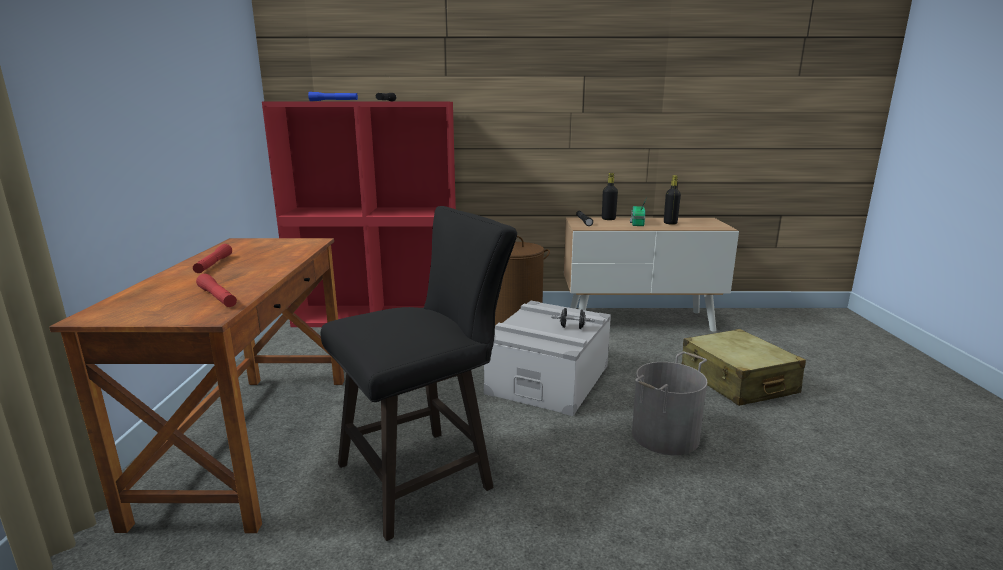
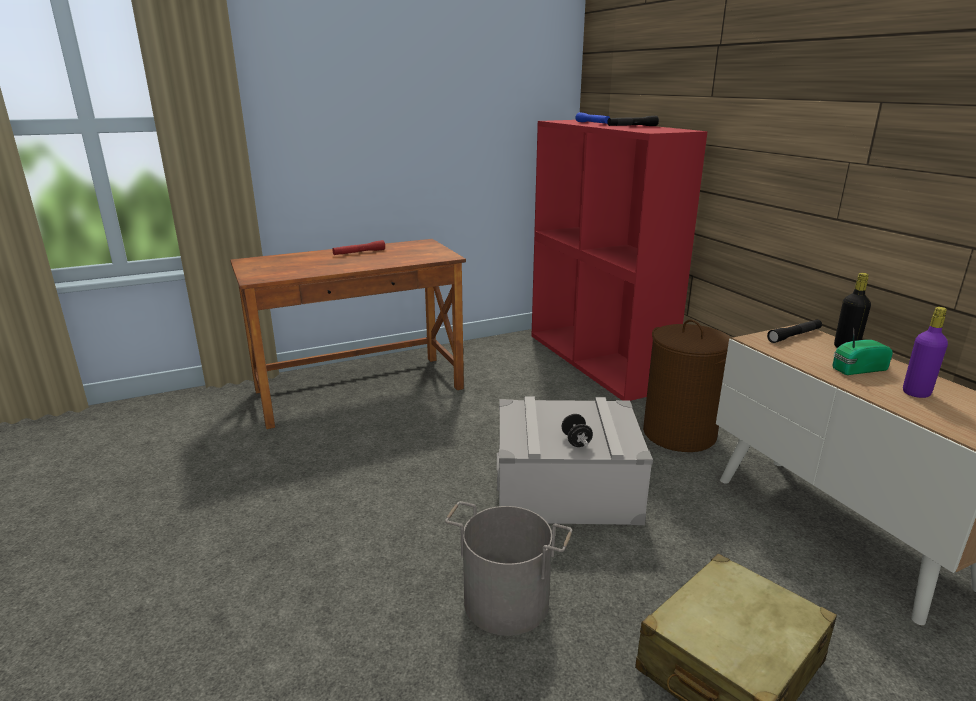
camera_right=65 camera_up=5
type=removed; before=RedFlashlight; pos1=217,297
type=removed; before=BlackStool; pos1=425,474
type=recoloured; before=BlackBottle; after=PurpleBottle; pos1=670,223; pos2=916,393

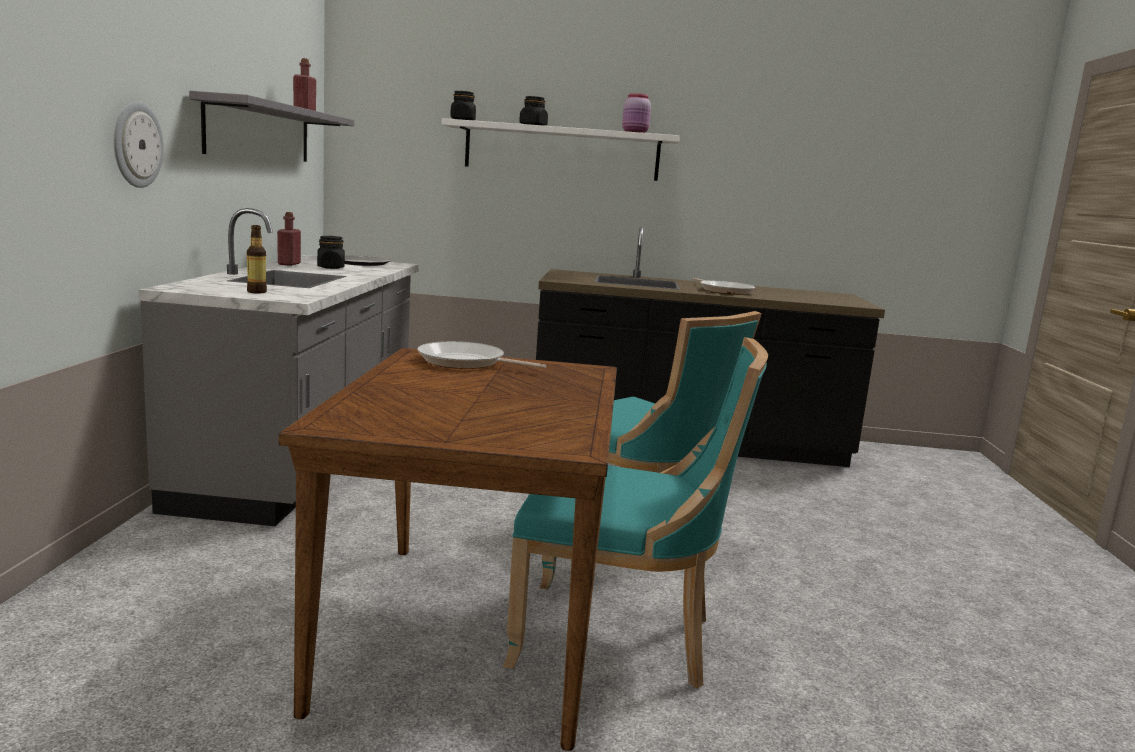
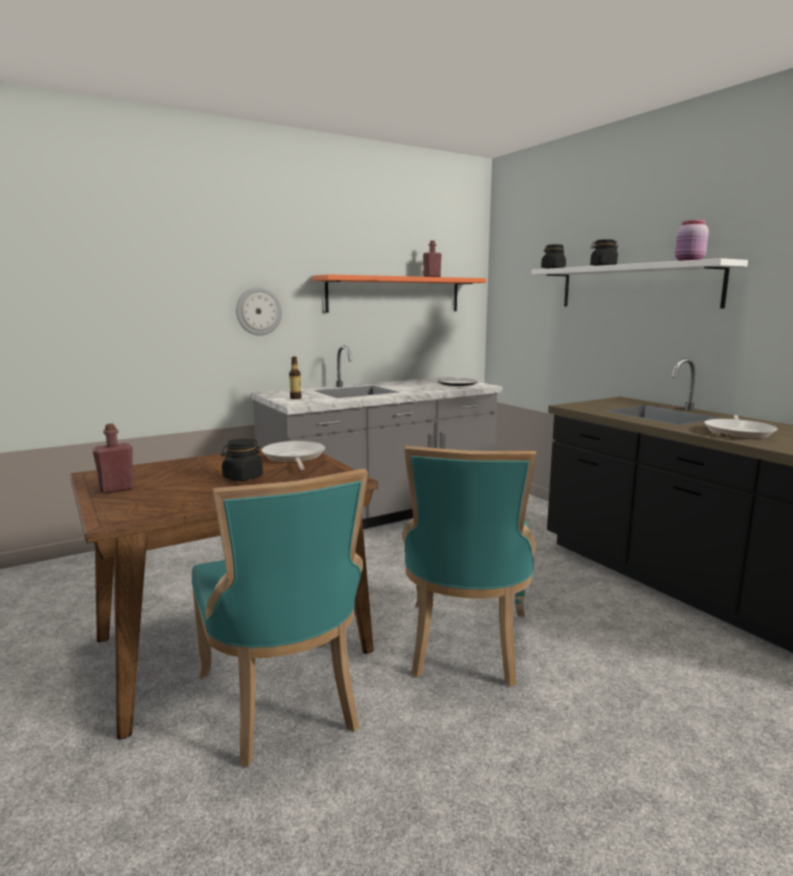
camera_right=55 camera_up=0
type=moved; before=RedBottle; pos1=289,264; pos2=117,489
type=moved; before=BlackJar; pos1=331,267; pos2=242,477
type=recoloured; before=GreyShelf; after=OrangeShelf; pos1=260,132; pos2=395,294

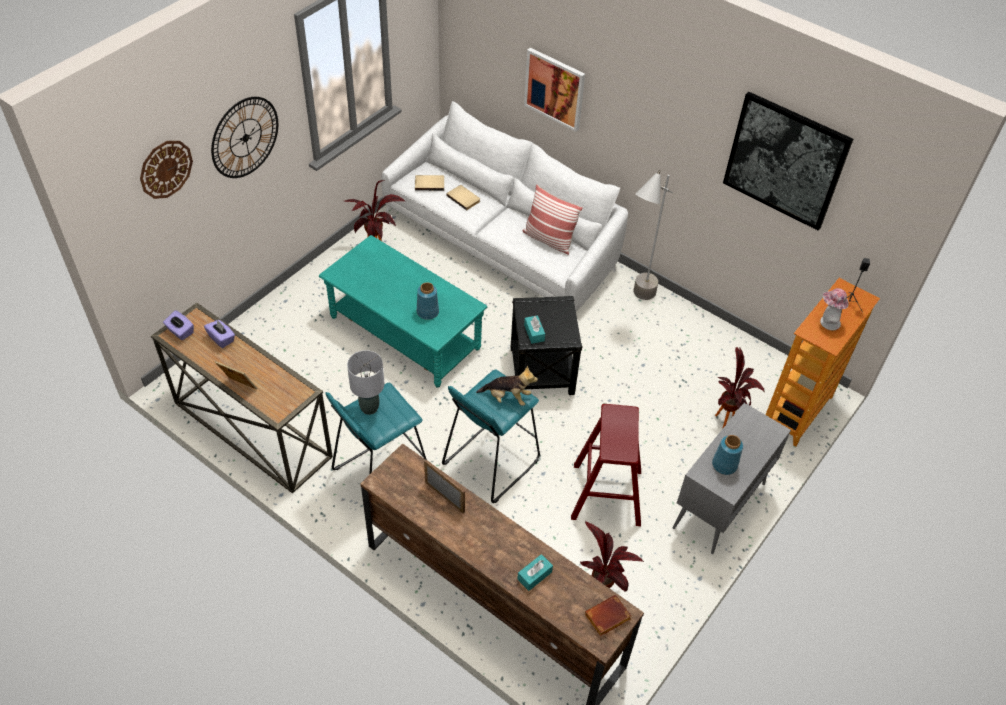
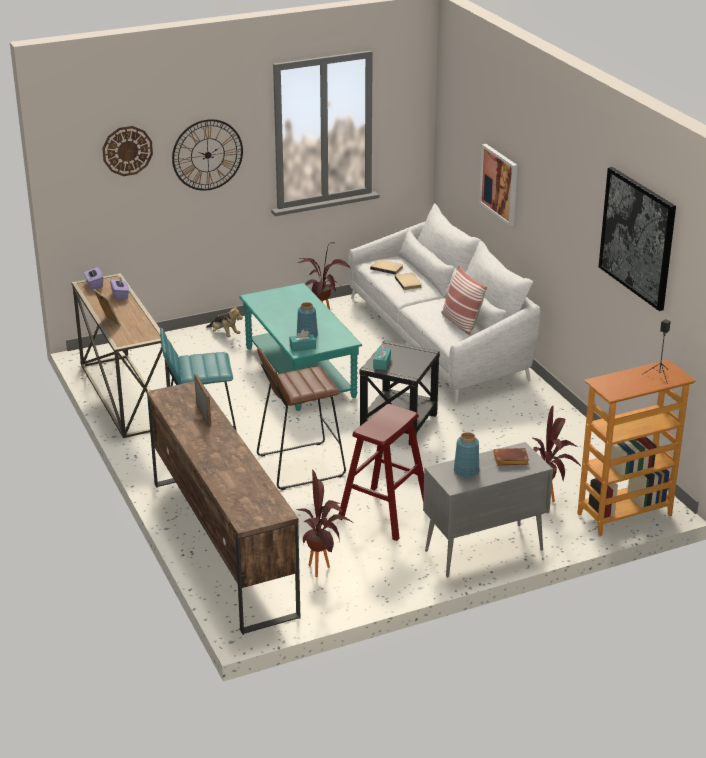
camera_right=30 camera_up=-20
type=removed; before=GreyTableLamp; pos1=369,408
type=removed; before=GreyFloorLamp; pos1=636,303
type=removed; before=Hat; pos1=827,322
type=moved; before=PlushToy; pos1=507,397; pos2=224,334
type=moved; before=TurquoiseTissueBox; pos1=534,575; pos2=302,347
type=moved; before=BrownBook; pos1=607,618; pos2=510,460
type=recoloured; before=TurquoiseStool; after=BrownStool; pos1=490,462; pos2=299,465

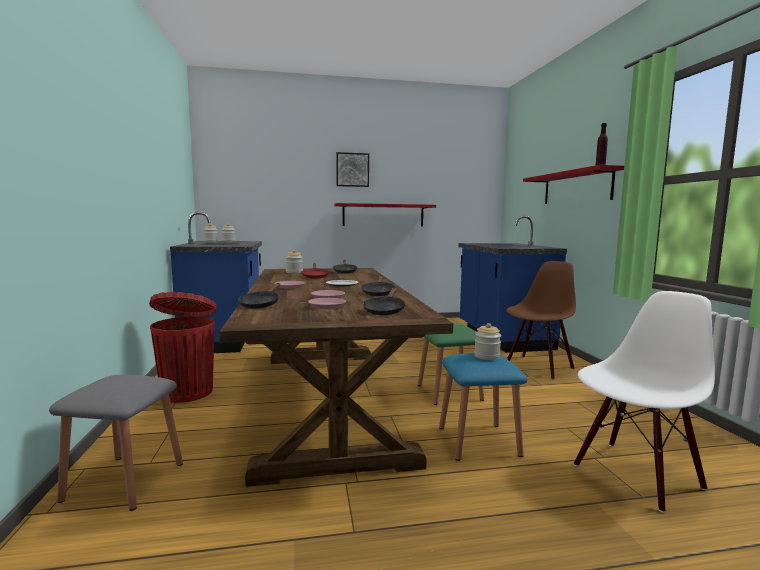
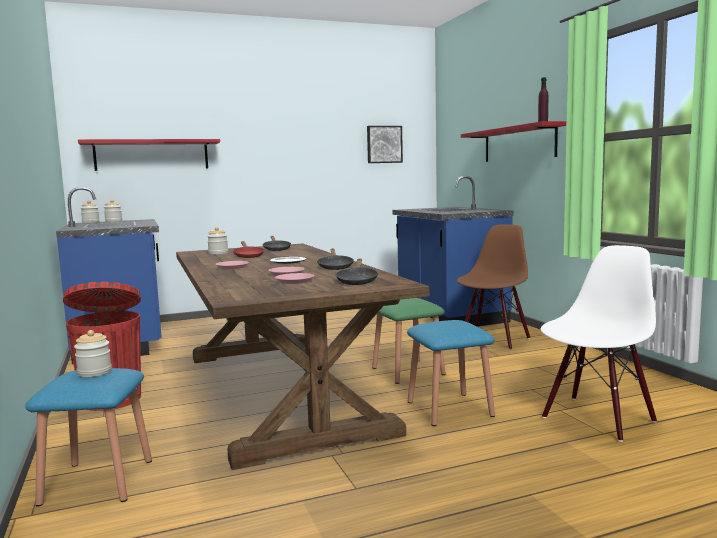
camera_right=-10 camera_up=0
type=removed; before=BlackFryingPan; pos1=261,304
type=moved; before=RedShelf; pos1=383,215; pos2=152,155
type=moved; before=Picture; pos1=352,170; pos2=384,144
type=moved; before=Jar; pos1=487,356; pos2=94,372
type=recoloured; before=GreyStool; after=BlueStool; pos1=124,481; pos2=97,481

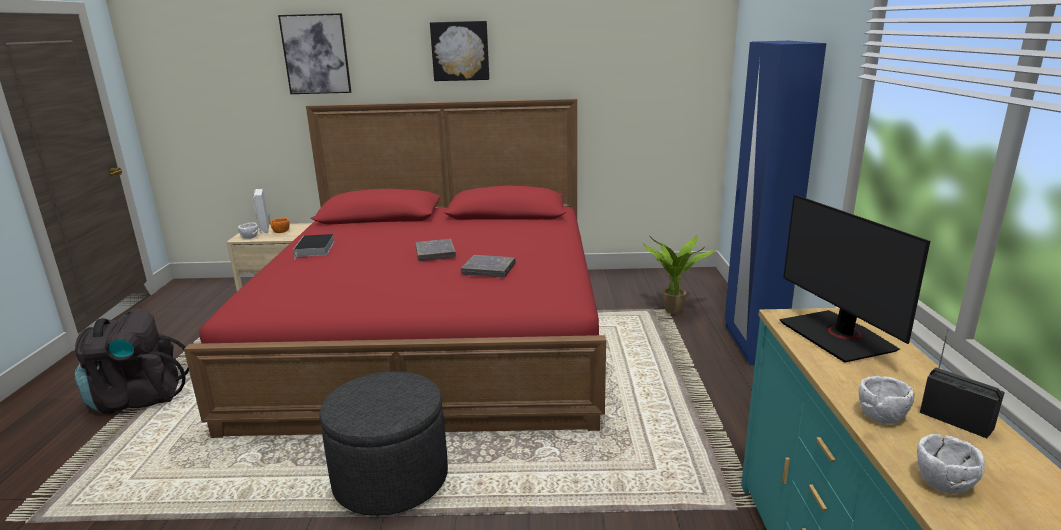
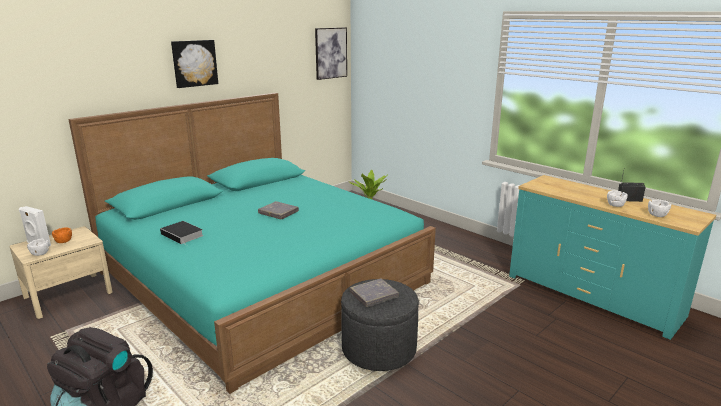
camera_right=-45 camera_up=0
type=removed; before=BlueWardrobe; pos1=751,345
type=removed; before=Monitor; pos1=837,336
type=moved; before=Picture; pos1=316,54; pos2=331,53
type=moved; before=GreyBook; pos1=488,270; pos2=374,295
type=recoloured; before=RedBed; after=TurquoiseBed; pos1=435,335; pos2=262,277

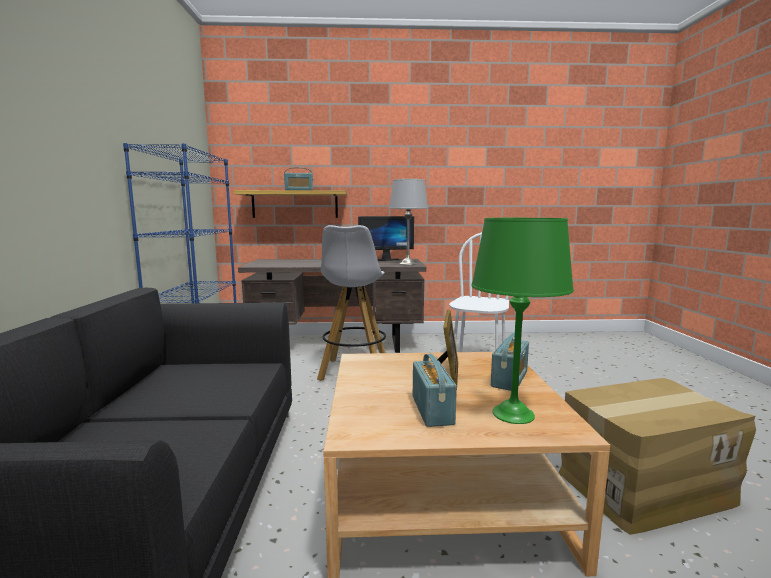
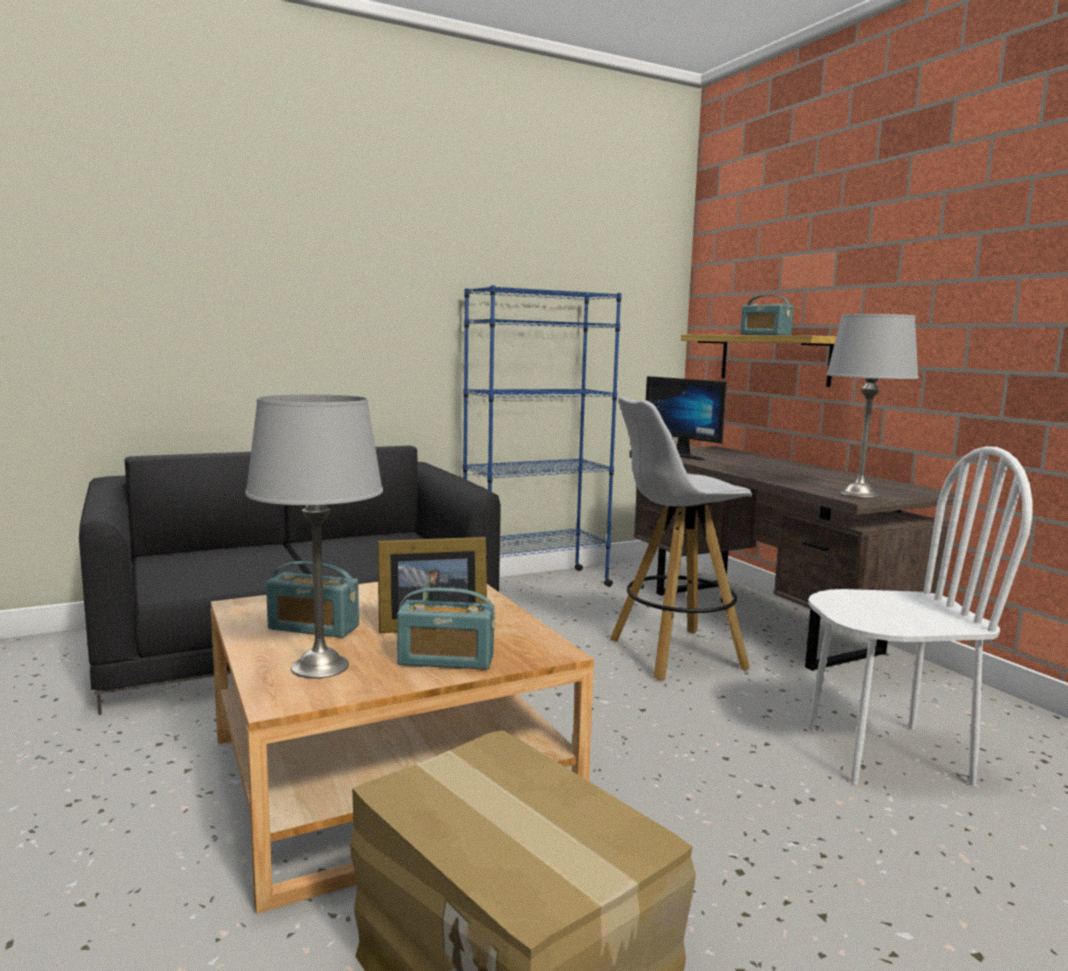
camera_right=65 camera_up=0
type=moved; before=Monitor; pos1=385,259; pos2=686,456
type=recoloured; before=GreenTableLamp; after=GreyTableLamp; pos1=512,413; pos2=321,666
type=turned; before=Radio; pos1=432,410; pos2=313,628; turn=45

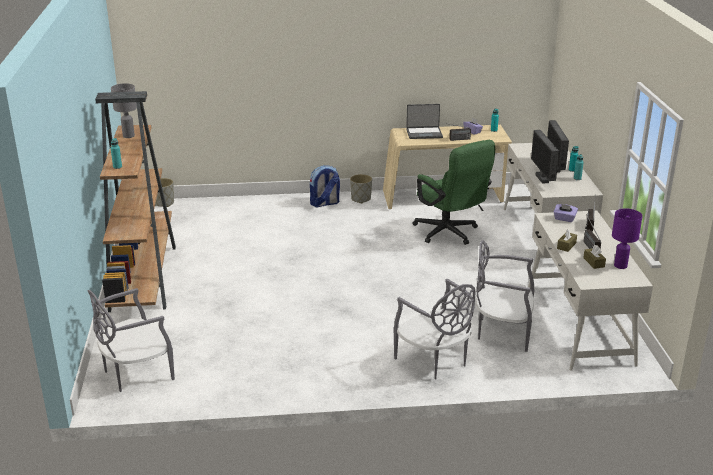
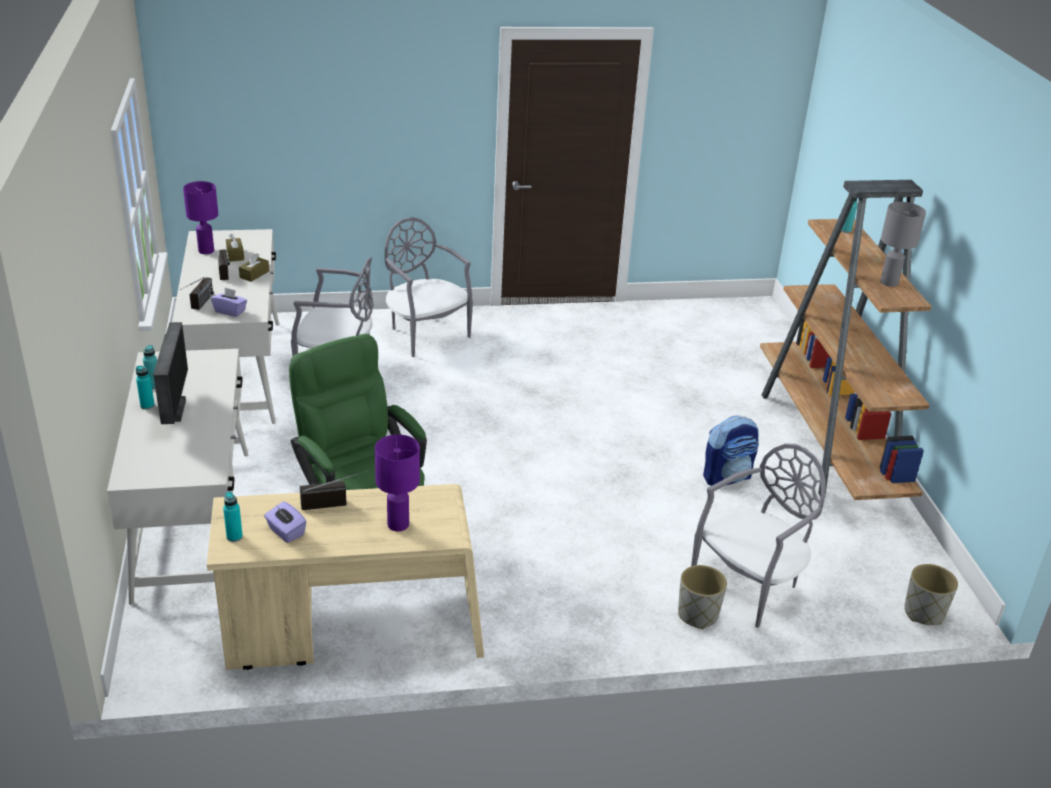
camera_right=175 camera_up=5
type=removed; before=Monitor; pos1=542,178
type=moved; before=GreyChair; pos1=135,373; pos2=750,585
type=moved; before=Backpack; pos1=324,203; pos2=727,477
type=moved; before=GreyPlanter; pos1=361,199; pos2=698,615
type=replaced; before=Laptop; after=PurpleTableLamp; pos1=424,133; pos2=397,525

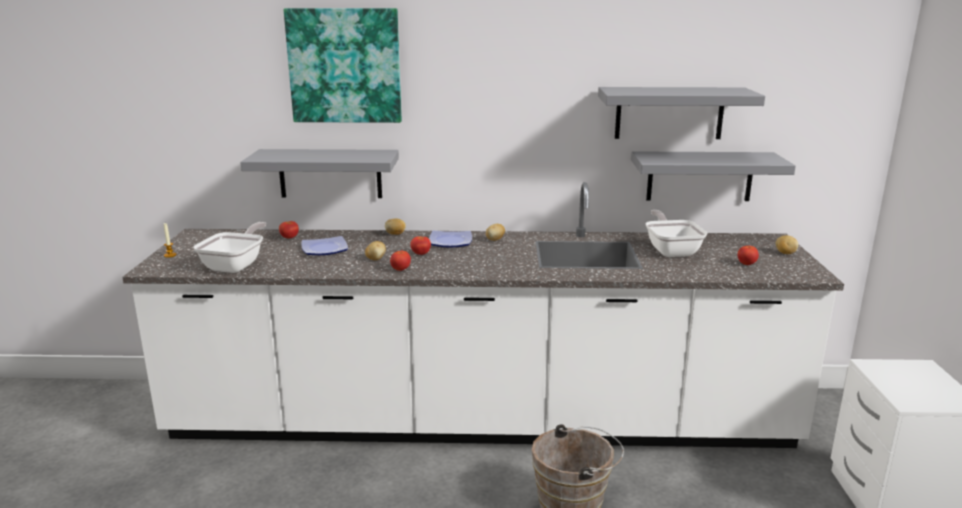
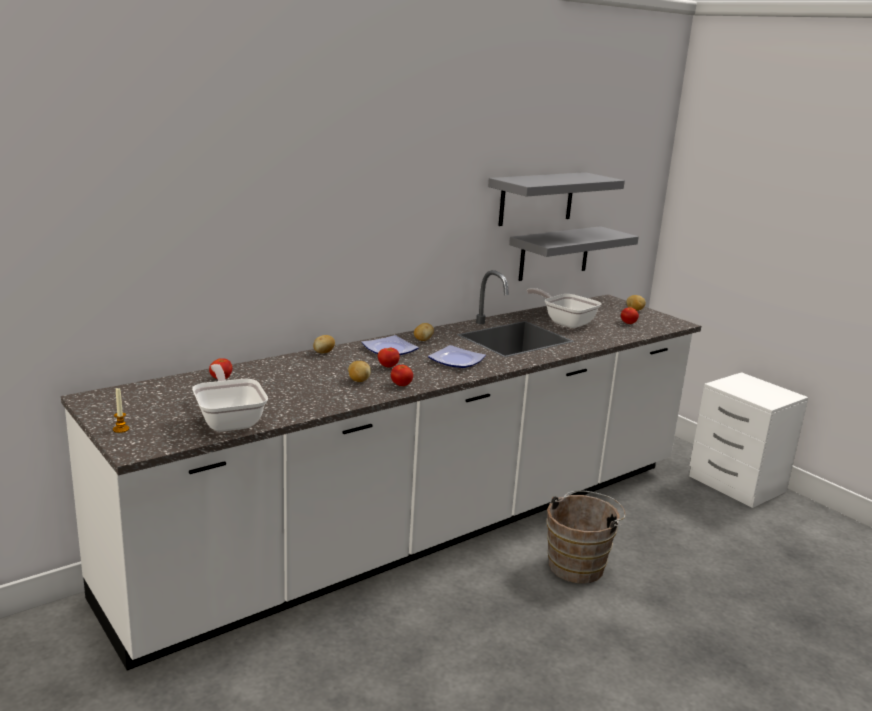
camera_right=-40 camera_up=0
type=removed; before=GreyShelf; pos1=330,173
type=removed; before=Picture; pos1=345,66
type=moved; before=Plate; pos1=325,249; pos2=456,360

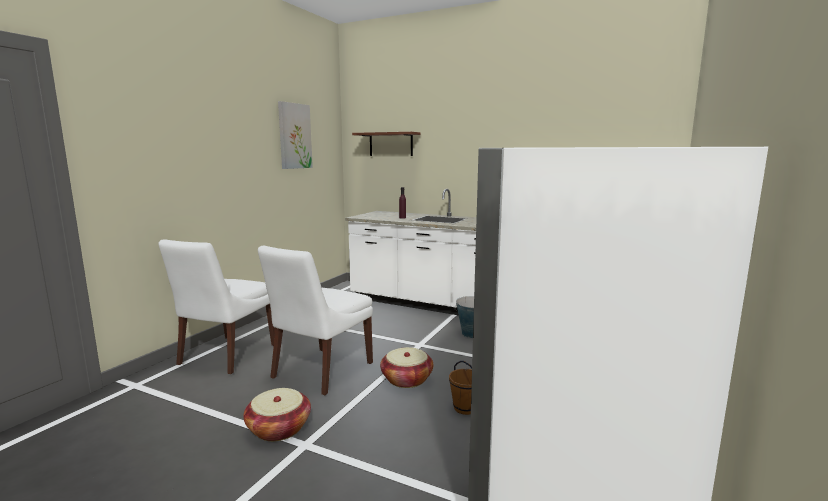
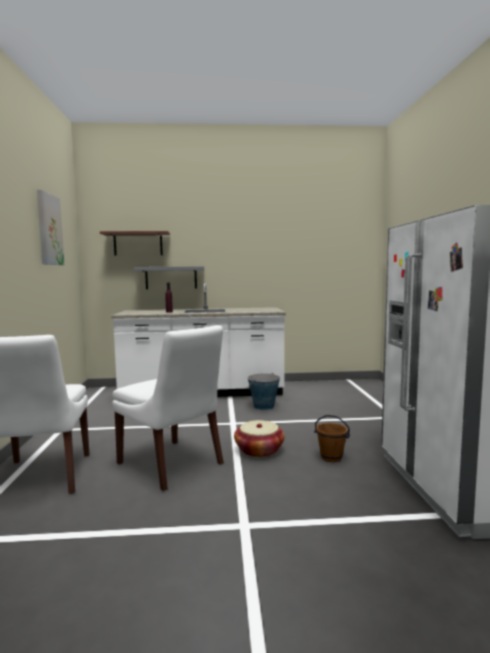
camera_right=-30 camera_up=-5
type=removed; before=Basket; pos1=279,428
type=added; after=GreyShelf; pos2=171,277
type=turned; before=WhiteChair; pos1=320,371; pos2=172,465; turn=-45

